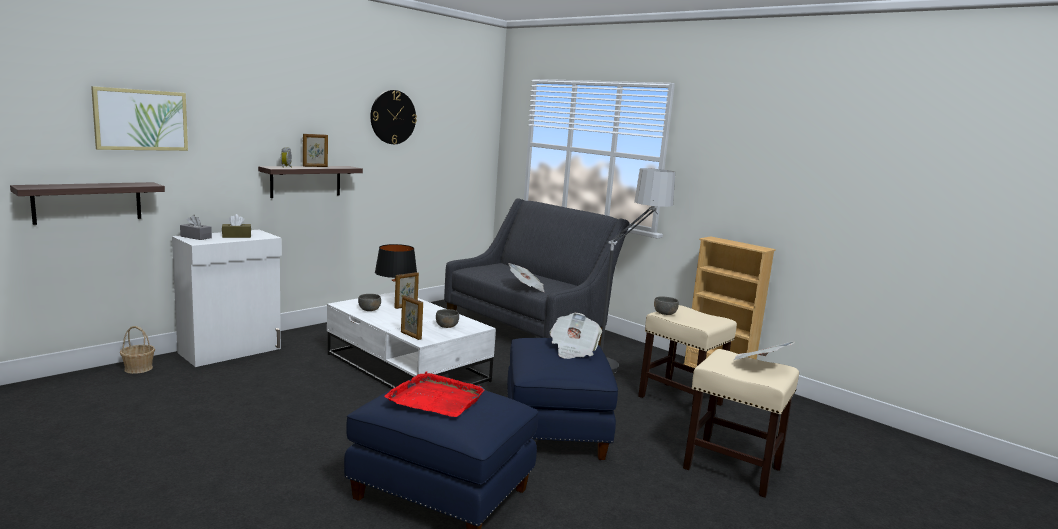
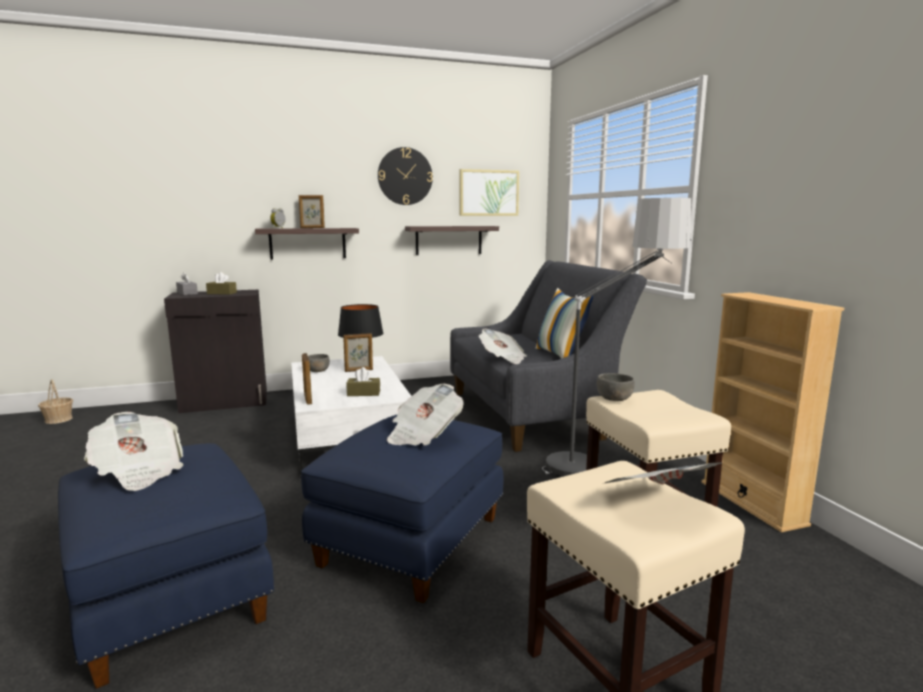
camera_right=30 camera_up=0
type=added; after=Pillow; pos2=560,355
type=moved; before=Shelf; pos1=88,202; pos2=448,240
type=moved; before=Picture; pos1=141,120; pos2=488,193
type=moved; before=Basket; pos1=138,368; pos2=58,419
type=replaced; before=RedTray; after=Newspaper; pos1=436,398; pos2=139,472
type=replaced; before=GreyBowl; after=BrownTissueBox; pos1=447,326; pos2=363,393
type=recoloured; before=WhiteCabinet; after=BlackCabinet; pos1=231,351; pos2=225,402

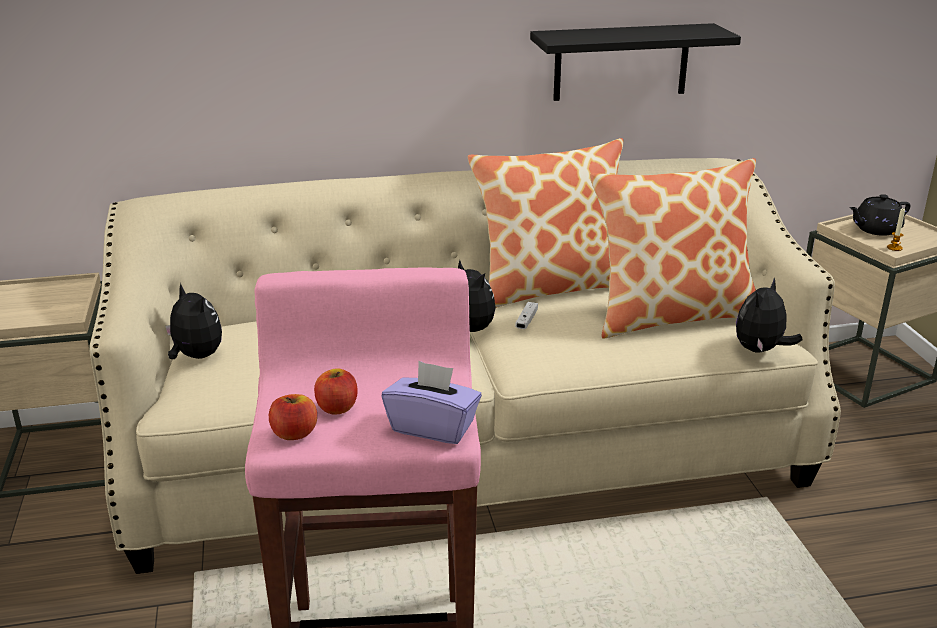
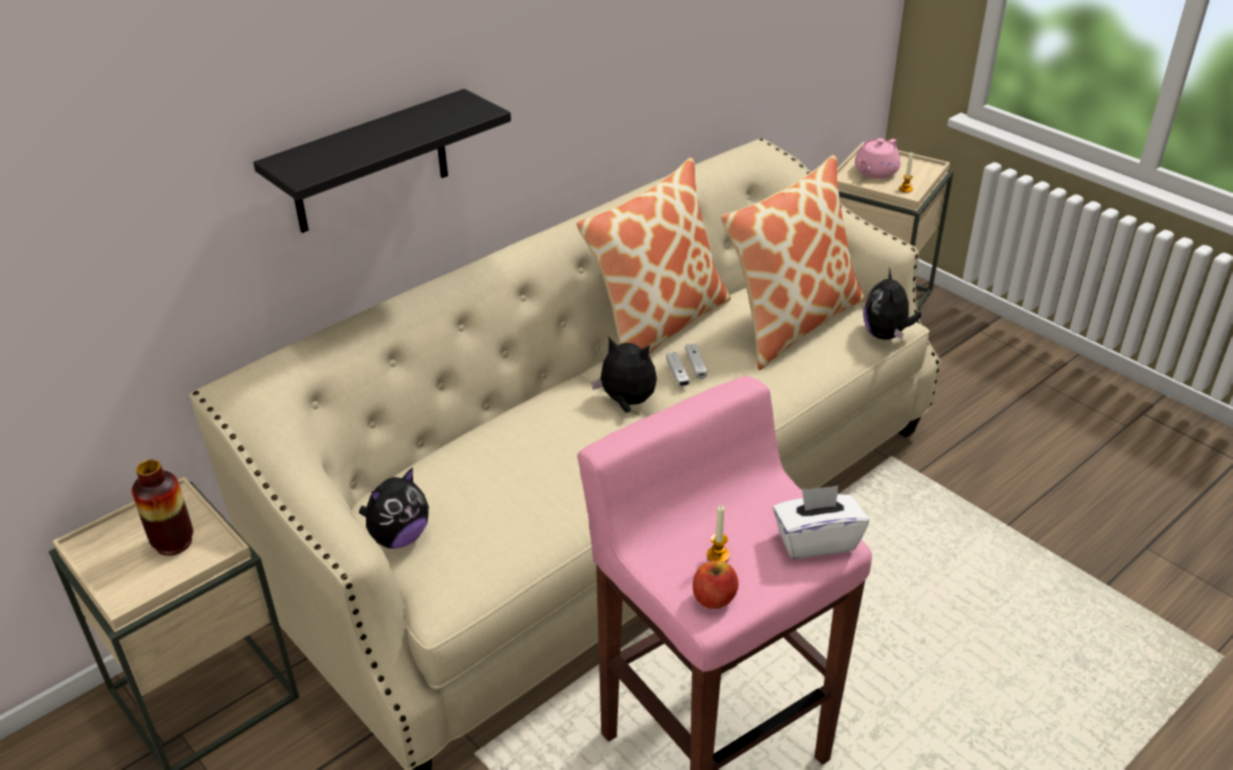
camera_right=-30 camera_up=10
type=added; after=Vase; pos2=173,543
type=added; after=WhiteGameController; pos2=695,365
type=moved; before=BlackShelf; pos1=621,62; pos2=370,163
type=replaced; before=Apple; after=Candle; pos1=337,408; pos2=718,555
type=recoloured; before=PurpleTissueBox; after=WhiteTissueBox; pos1=433,427; pos2=816,541
type=recoloured; before=BlackTeapot; after=PinkTeapot; pos1=875,230; pos2=875,172
type=turned; before=PlushToy; pos1=195,356; pos2=399,537; turn=120

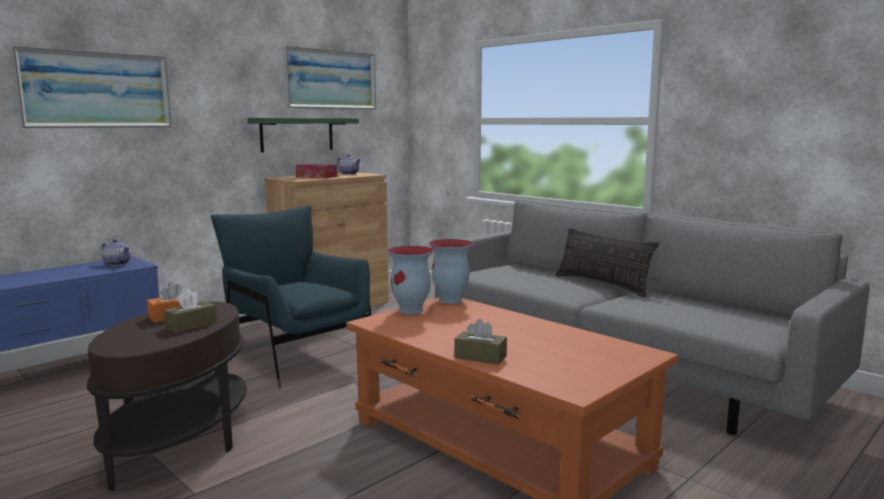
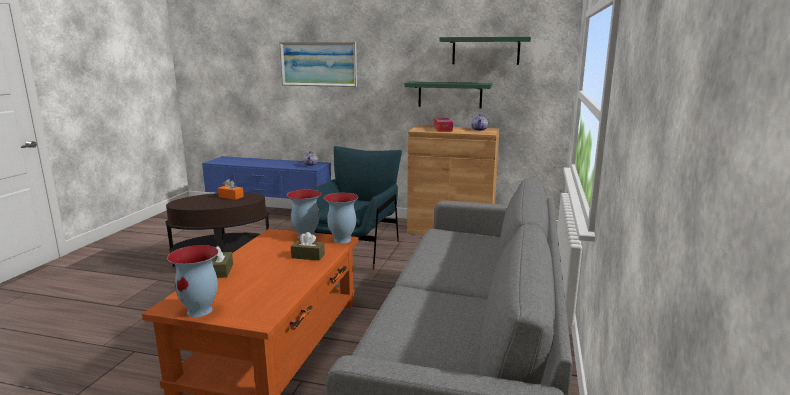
camera_right=60 camera_up=5
type=removed; before=Pillow; pos1=602,285
type=added; after=Vase; pos2=200,311
type=moved; before=BrownTissueBox; pos1=191,325; pos2=308,256
type=replaced; before=Picture; after=GreenShelf; pos1=331,79; pos2=485,51

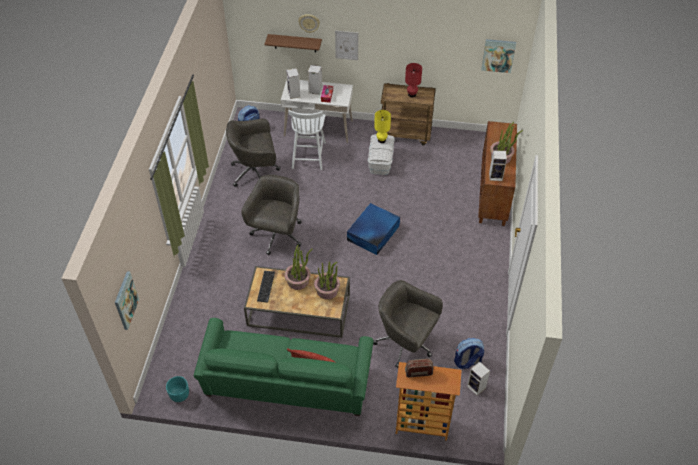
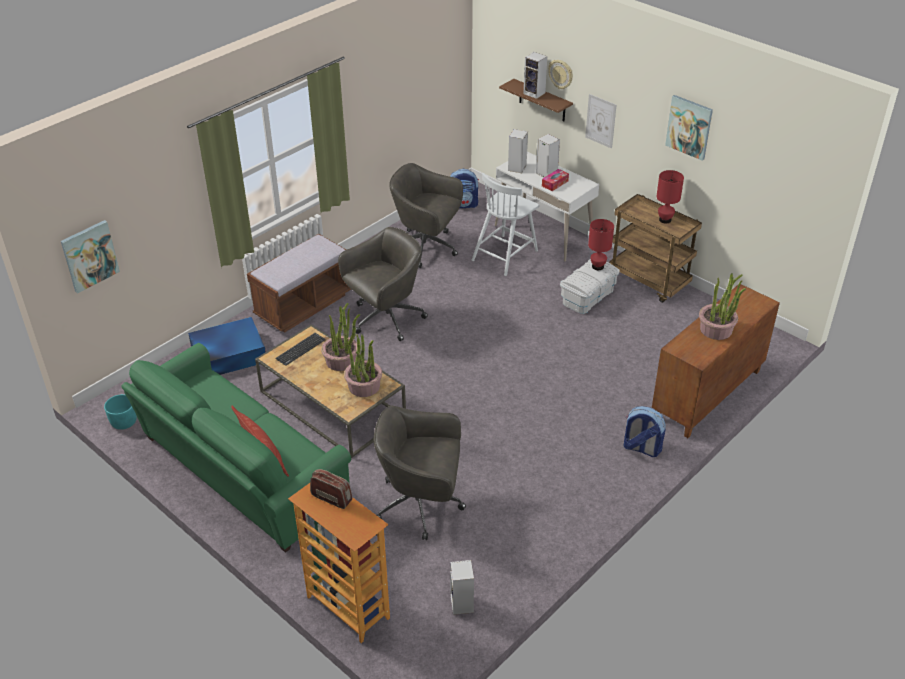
camera_right=35 camera_up=-10
type=added; after=BrownBench; pos2=303,305
type=moved; before=BlueStorageBox; pos1=372,233; pos2=227,355
type=moved; before=Backpack; pos1=467,362; pos2=641,448
type=moved; before=Picture; pos1=498,55; pos2=689,127
type=moved; before=Speaker; pos1=496,176; pos2=535,93
type=recoloured; before=YellowTableLamp; after=RedTableLamp; pos1=381,140; pos2=597,266
type=turned; before=GreyOfficeChair; pos1=406,343; pos2=421,505; turn=-60

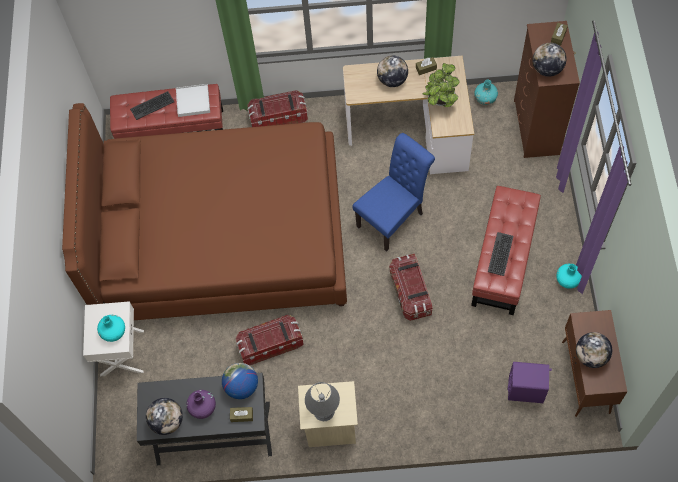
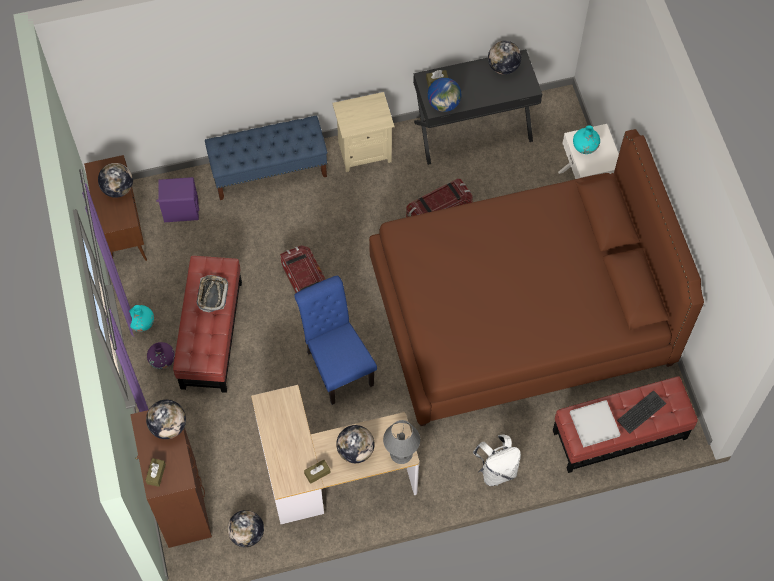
camera_right=165 camera_up=0
type=removed; before=PottedPlant; pos1=440,101
type=added; after=BlueBench; pos2=269,171
type=moved; before=PurpleVase; pos1=203,408; pos2=162,360
type=moved; before=GreyTableLamp; pos1=324,411; pos2=401,453
type=replaced; before=StorageBox; after=WhiteBackpack; pos1=278,117; pos2=497,470
type=replaced; before=TurquoiseVase; after=Globe; pos1=485,99; pos2=247,534
type=replaced; before=Keyboard; after=Tray; pos1=501,254; pos2=212,294
type=turned; before=BlueChair; pos1=393,218; pos2=337,365; turn=120

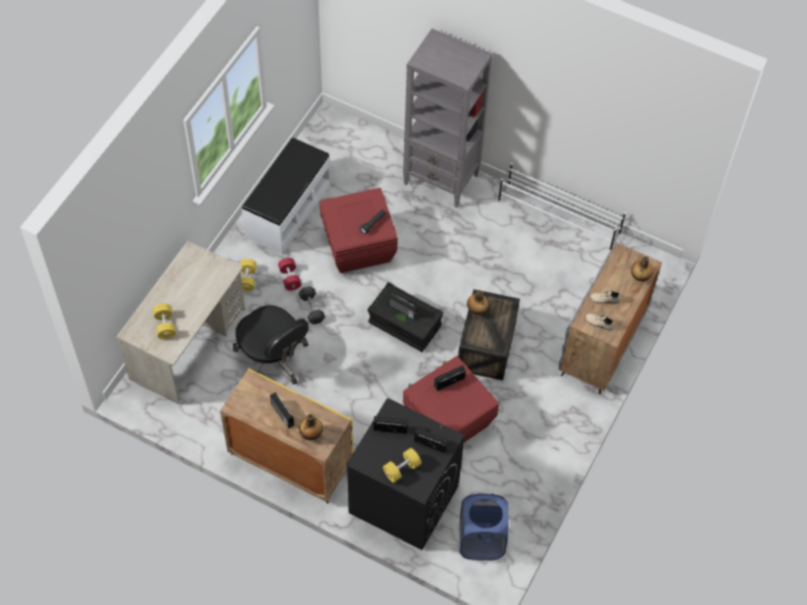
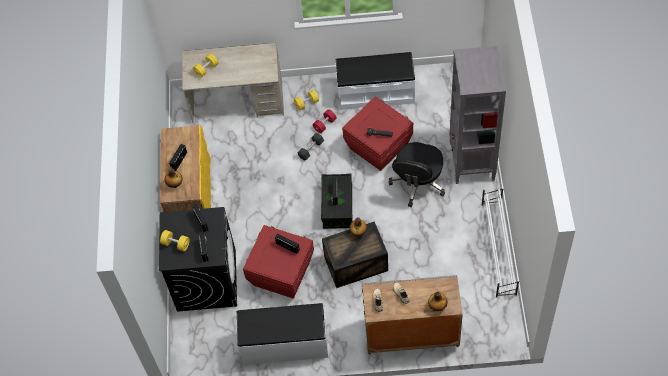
camera_right=65 camera_up=0
type=removed; before=BlueLaundryBasket; pos1=481,541
type=added; after=WhiteBench; pos2=284,344
type=moved; before=BlackOfficeChair; pos1=272,358; pos2=417,183

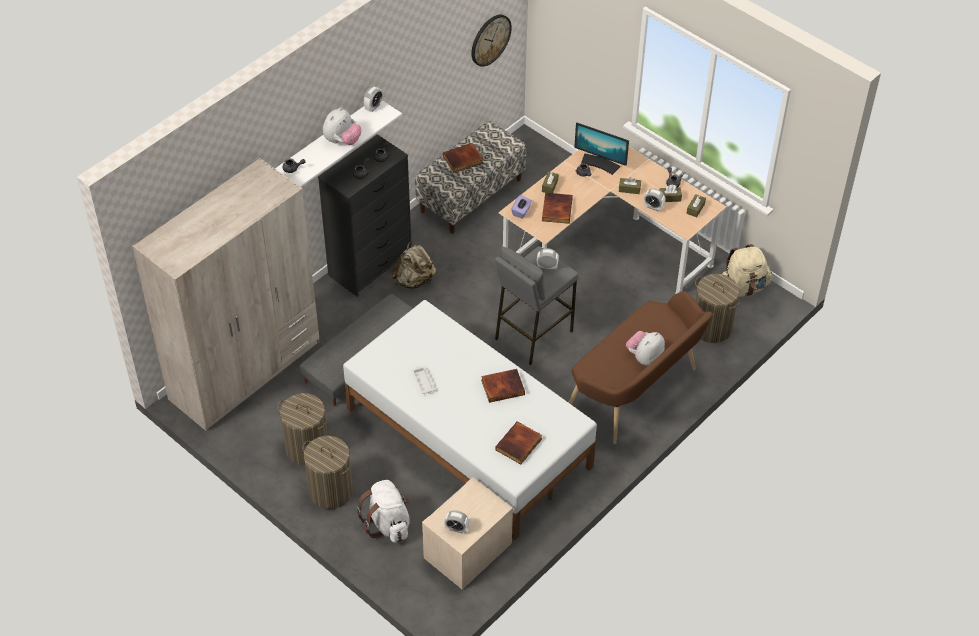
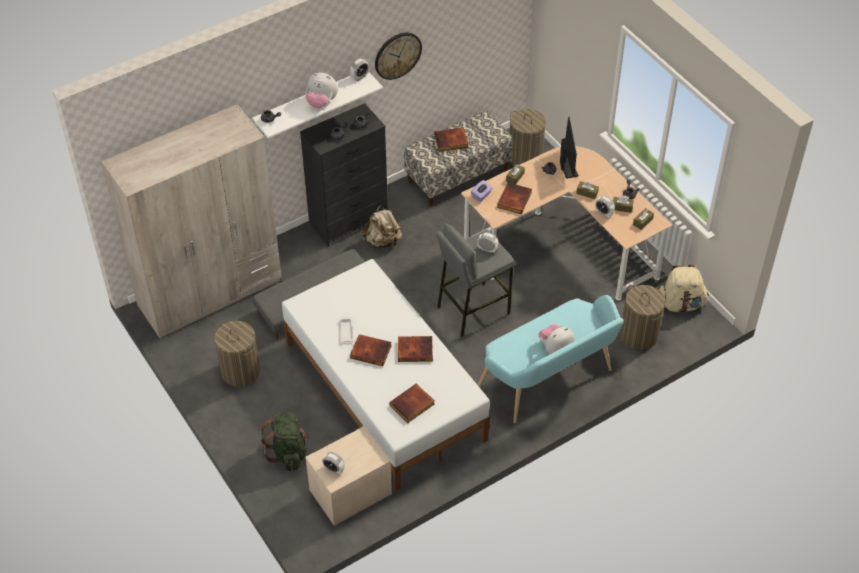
camera_right=15 camera_up=0
type=added; after=Book; pos2=371,351
type=moved; before=LaundryBasket; pos1=330,491; pos2=525,157
type=moved; before=WallClock; pos1=490,39; pos2=397,55
type=recoloured; before=WhiteBackpack; after=GreenBackpack; pos1=388,523; pos2=288,452
type=recoloured; before=BrownBench; after=TurquoiseBench; pos1=637,393; pos2=550,381
type=turned; before=PlushToy; pos1=342,141; pos2=321,102; turn=60
type=turned; before=Monitor; pos1=600,163; pos2=568,165; turn=-135

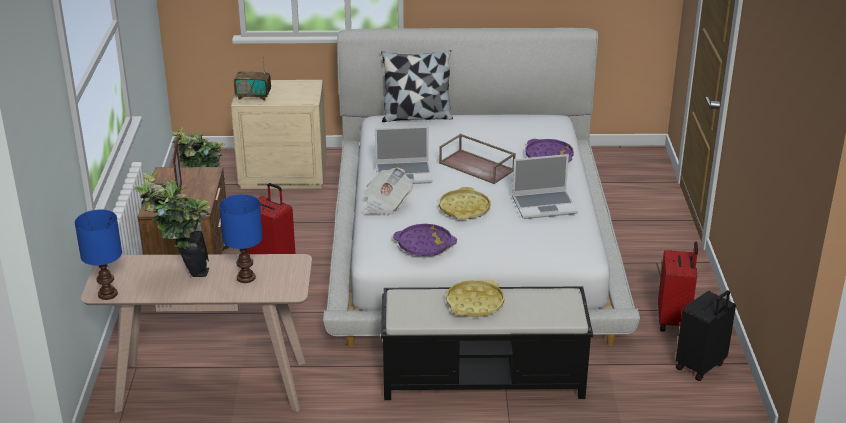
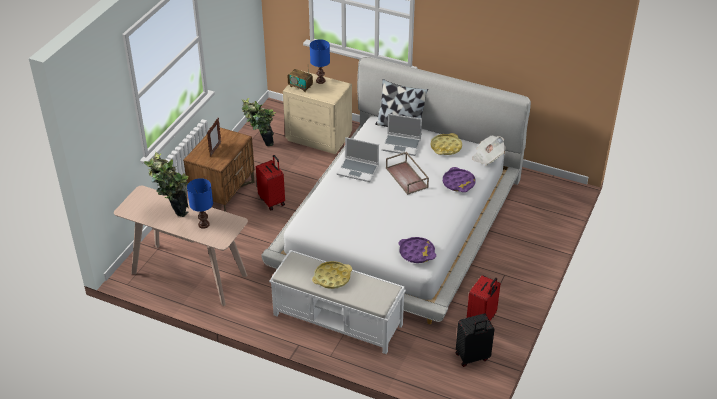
camera_right=25 camera_up=10
type=moved; before=BlueTableLamp; pos1=107,294; pos2=320,81
type=moved; before=Newspaper; pos1=386,204; pos2=487,157
type=moved; before=PurpleTray; pos1=425,244; pos2=417,253
type=moved; before=YellowTray; pos1=464,209; pos2=446,147
type=moved; before=Laptop; pos1=545,205; pos2=402,145
type=recoloured; before=BlackBench; after=WhiteBench; pos1=484,378; pos2=338,320

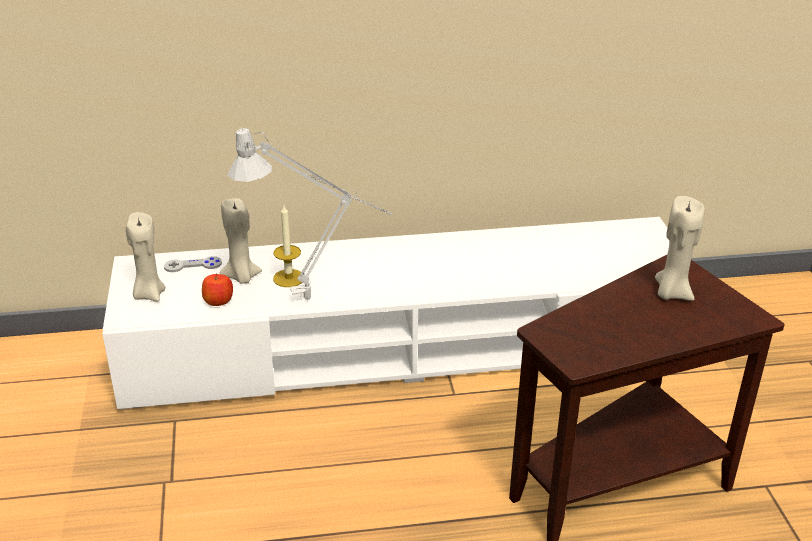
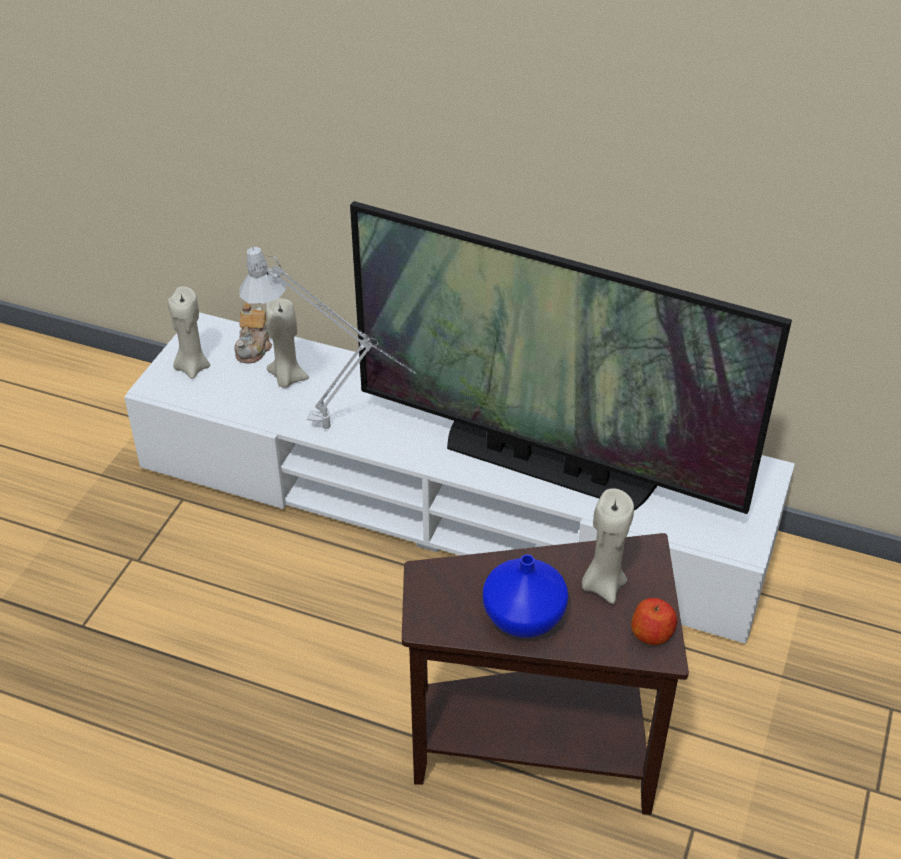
camera_right=30 camera_up=10
type=removed; before=Candle; pos1=289,278
type=added; after=Television; pos2=547,464
type=added; after=BlueVase; pos2=525,617
type=moved; before=Apple; pos1=218,301; pos2=652,633
type=replaced; before=GreyGameController; after=Teapot; pos1=193,265; pos2=254,348

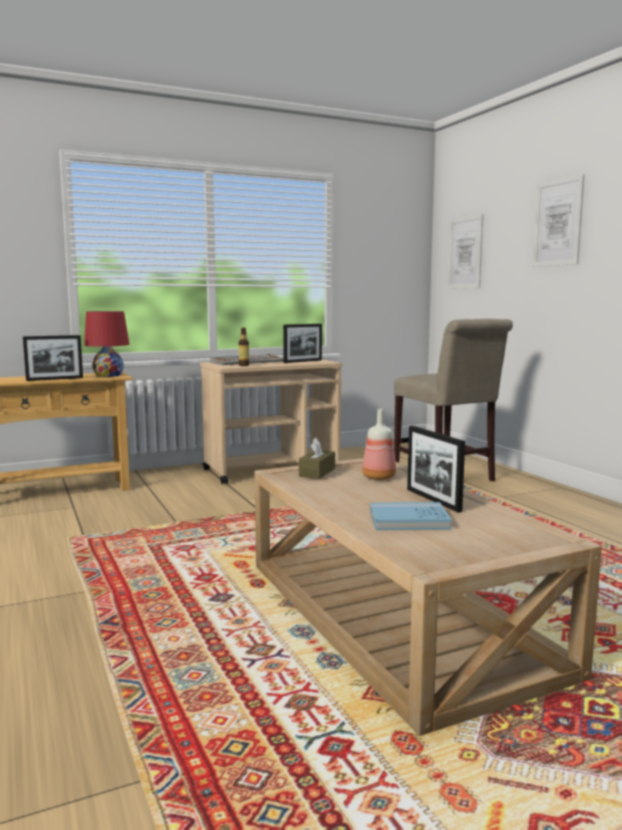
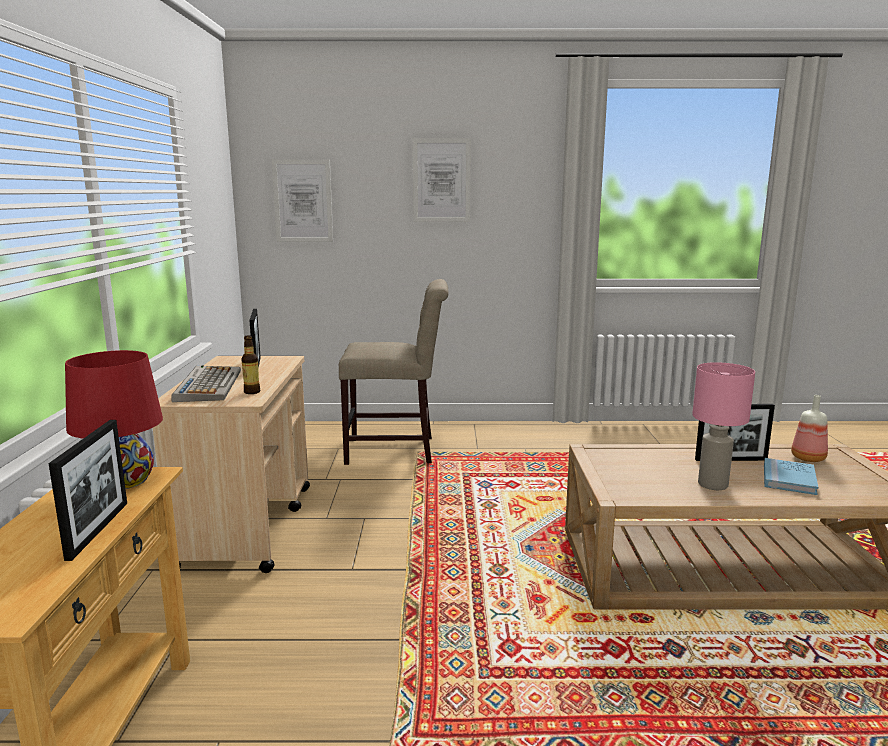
camera_right=-65 camera_up=5
type=removed; before=BrownTissueBox; pos1=317,472
type=added; after=PinkTableLamp; pos2=713,484
type=moved; before=Bottle; pos1=378,477; pos2=809,458

